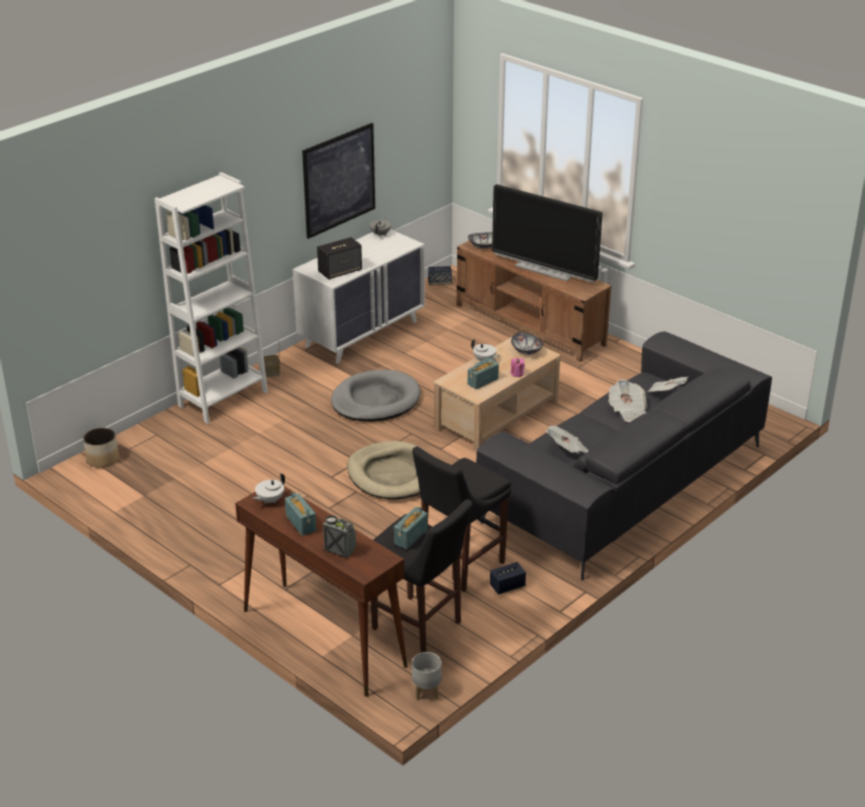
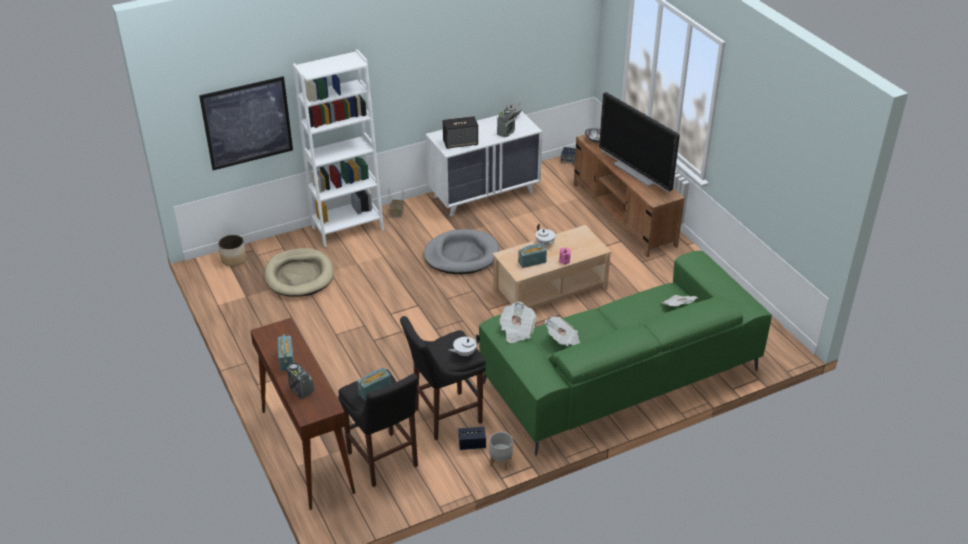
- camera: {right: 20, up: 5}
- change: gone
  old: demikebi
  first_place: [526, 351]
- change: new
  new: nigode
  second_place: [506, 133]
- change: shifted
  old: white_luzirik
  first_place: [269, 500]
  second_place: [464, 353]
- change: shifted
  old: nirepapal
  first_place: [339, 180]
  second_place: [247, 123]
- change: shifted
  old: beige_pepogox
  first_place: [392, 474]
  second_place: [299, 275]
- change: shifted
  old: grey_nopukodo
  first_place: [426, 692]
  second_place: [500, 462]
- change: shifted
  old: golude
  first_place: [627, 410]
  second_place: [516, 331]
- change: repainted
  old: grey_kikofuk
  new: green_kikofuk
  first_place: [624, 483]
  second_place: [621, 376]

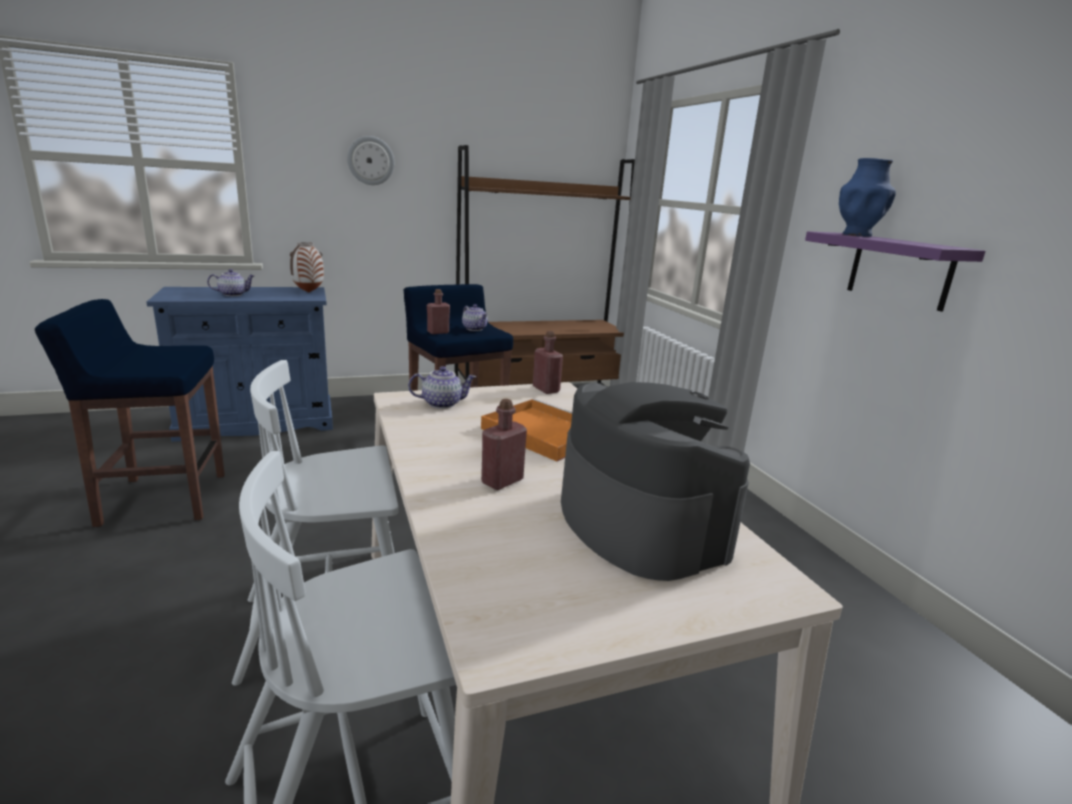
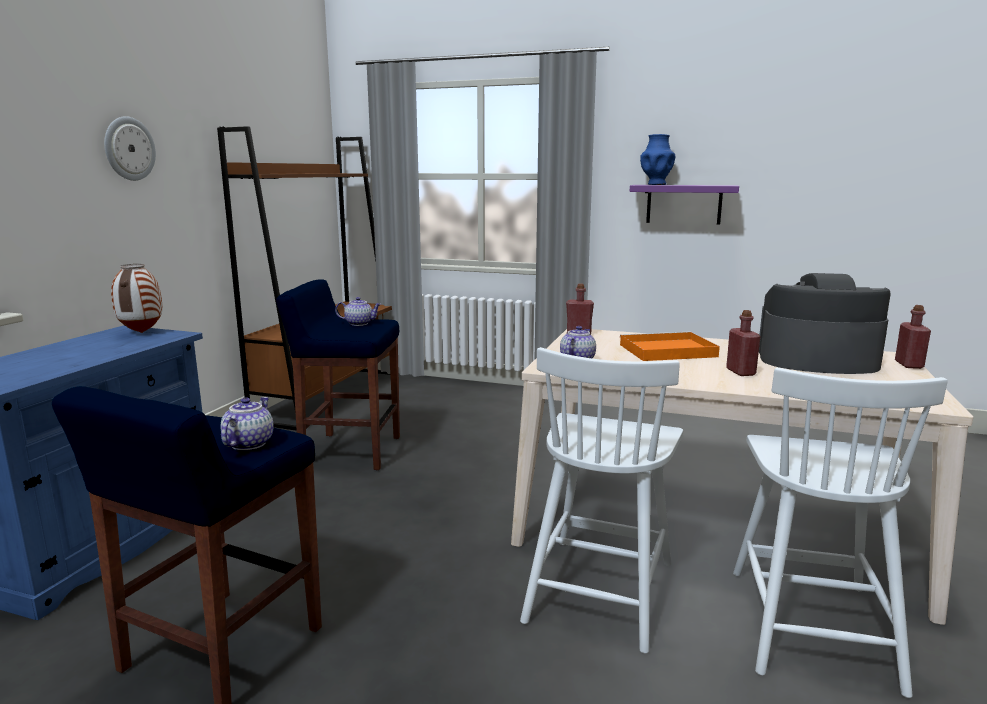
- camera: {right: -50, up: -5}
- change: shifted
  old: luzirik
  first_place: [233, 294]
  second_place: [248, 443]
- change: shifted
  old: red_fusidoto
  first_place: [438, 332]
  second_place: [909, 365]

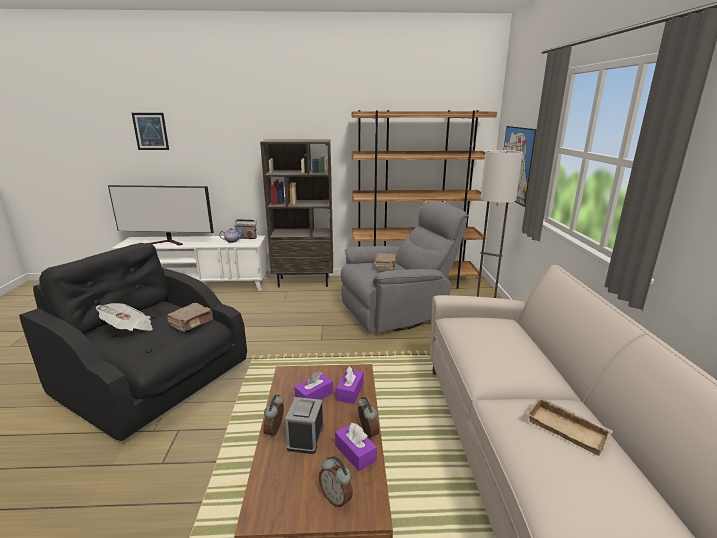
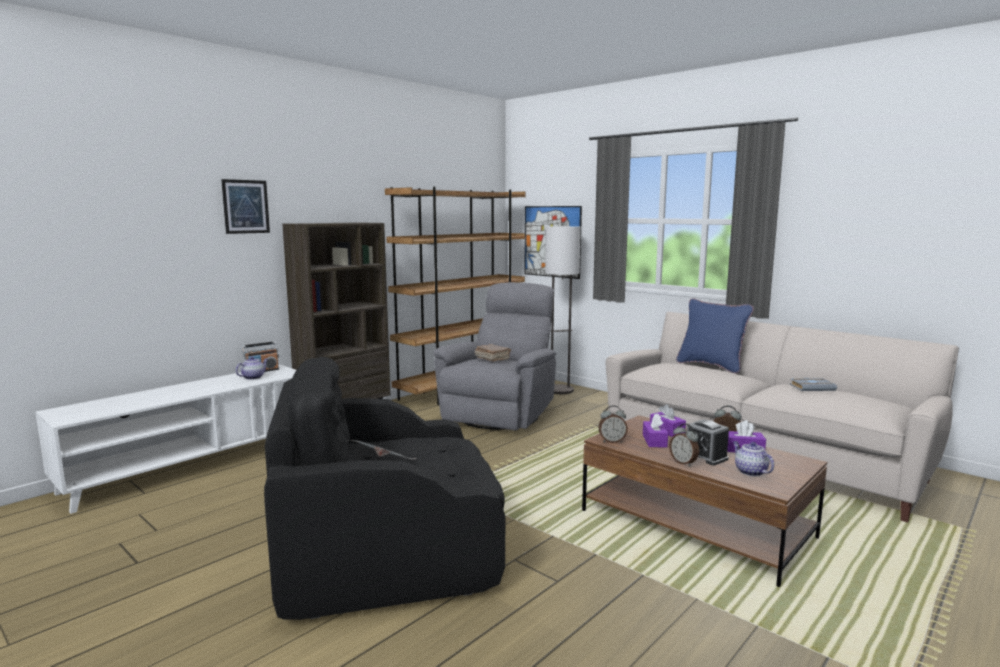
- camera: {right: -45, up: -10}
- change: gone
  old: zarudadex
  first_place: [168, 242]
- change: gone
  old: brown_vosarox
  first_place: [192, 323]
- change: new
  new: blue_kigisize
  second_place: [711, 366]
- change: new
  new: luzirik
  second_place: [750, 471]
- change: shifted
  old: nirepapal
  first_place: [150, 131]
  second_place: [246, 206]
- change: shifted
  old: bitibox
  first_place: [336, 498]
  second_place: [612, 441]
- change: swapped
  old: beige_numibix
  new: grey_vosarox
  first_place: [568, 429]
  second_place: [812, 387]

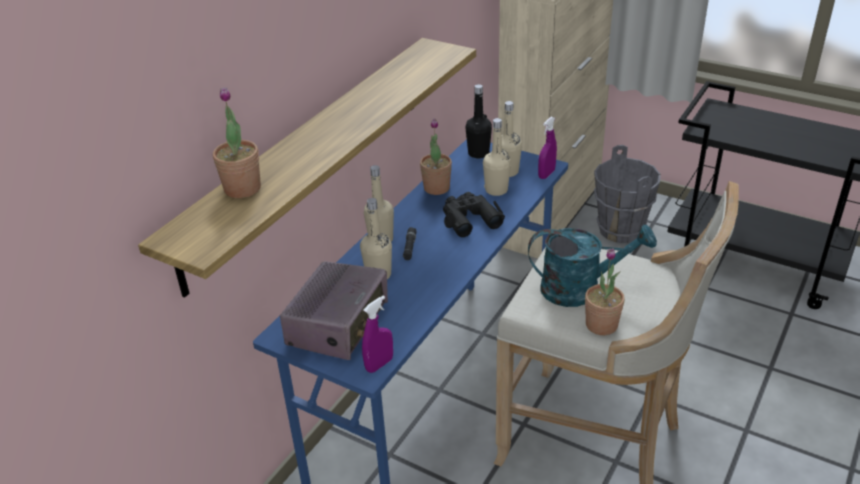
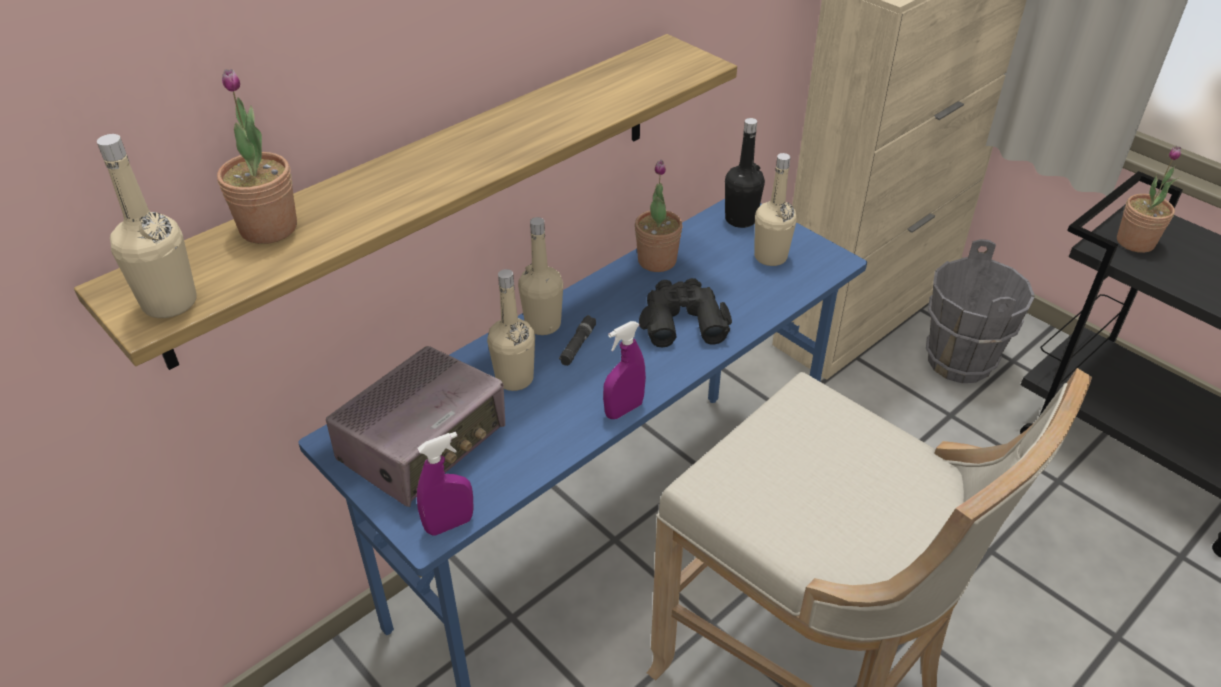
- camera: {right: 15, up: 5}
- change: gone
  old: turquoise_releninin
  first_place: [580, 288]
- change: shifted
  old: beige_fusidoto
  first_place: [496, 190]
  second_place: [170, 303]
- change: shifted
  old: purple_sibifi
  first_place: [546, 174]
  second_place: [624, 410]
- change: shifted
  old: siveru
  first_place: [601, 325]
  second_place: [1135, 242]

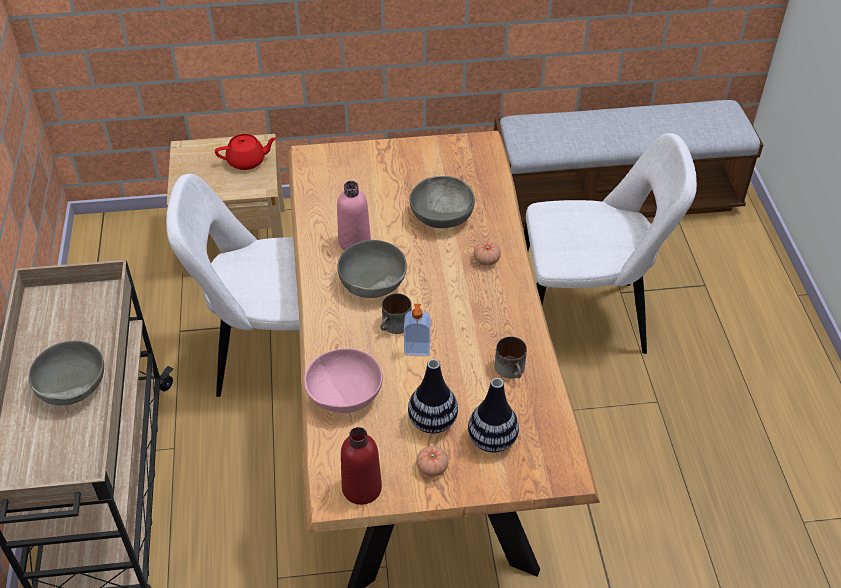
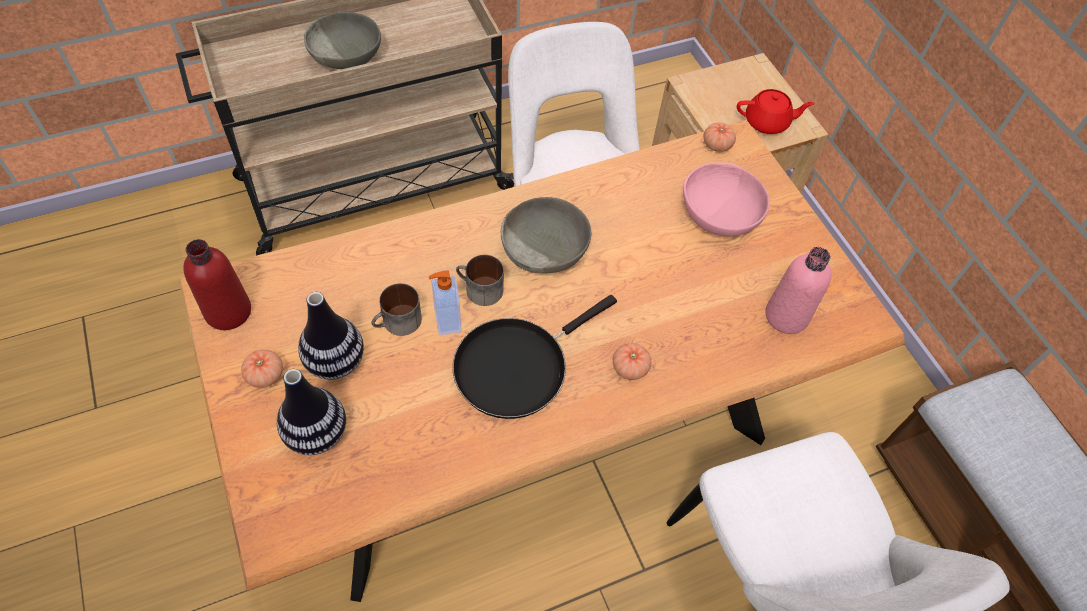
- camera: {right: 70, up: 10}
- change: gone
  old: grey_demikebi
  first_place: [441, 216]
- change: new
  new: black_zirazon
  second_place: [517, 366]
- change: new
  new: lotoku
  second_place: [717, 145]
- change: shifted
  old: pink_demikebi
  first_place: [345, 395]
  second_place: [718, 216]
- change: shifted
  old: pink_fusidoto
  first_place: [354, 242]
  second_place: [786, 316]
- change: shifted
  old: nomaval
  first_place: [512, 370]
  second_place: [398, 323]
- change: rotated
  old: red_luzirik
  first_place: [247, 161]
  second_place: [767, 122]
  degrees: -60

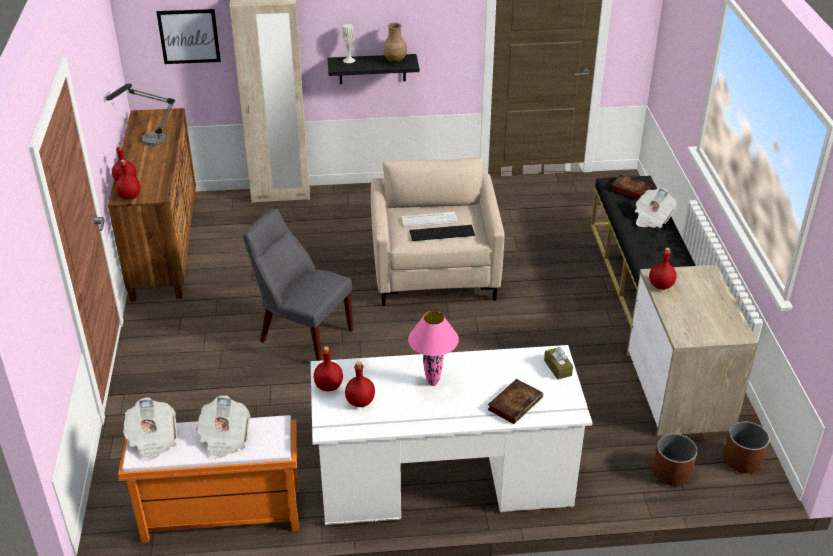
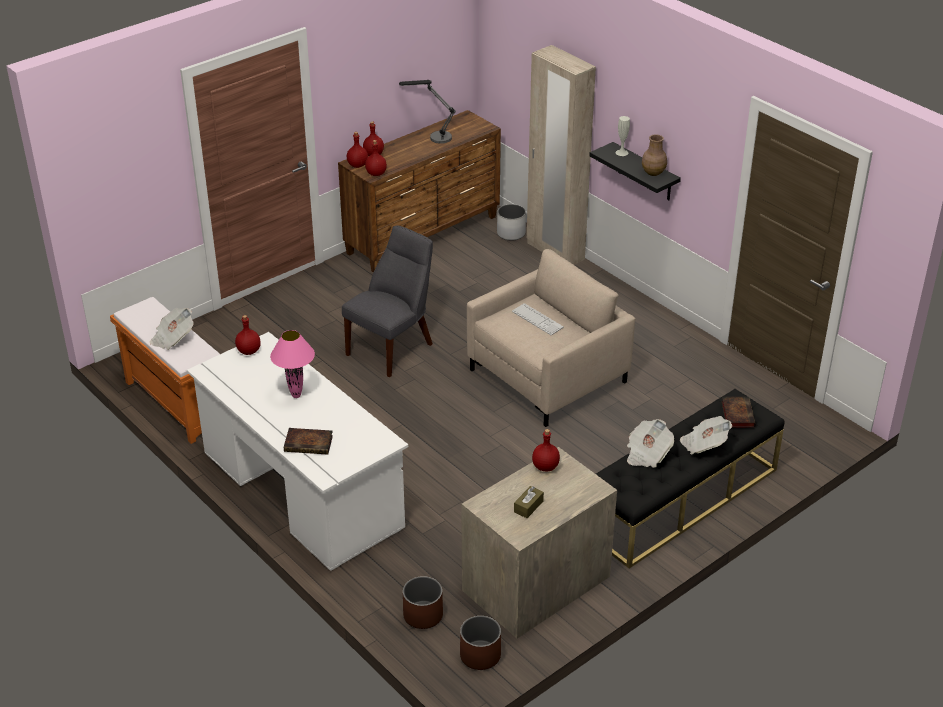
- camera: {right: 55, up: 0}
- change: gone
  old: nirepapal
  first_place: [189, 36]
- change: gone
  old: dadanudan
  first_place: [442, 233]
- change: new
  new: white_nopukodo
  second_place: [511, 233]
- change: shifted
  old: golude
  first_place: [152, 440]
  second_place: [647, 454]
- change: shifted
  old: red_fusidoto
  first_place: [360, 401]
  second_place: [376, 173]
- change: shifted
  old: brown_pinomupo
  first_place: [557, 368]
  second_place: [528, 506]
- change: rotated
  old: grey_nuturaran
  first_place: [302, 334]
  second_place: [393, 348]
  degrees: 45

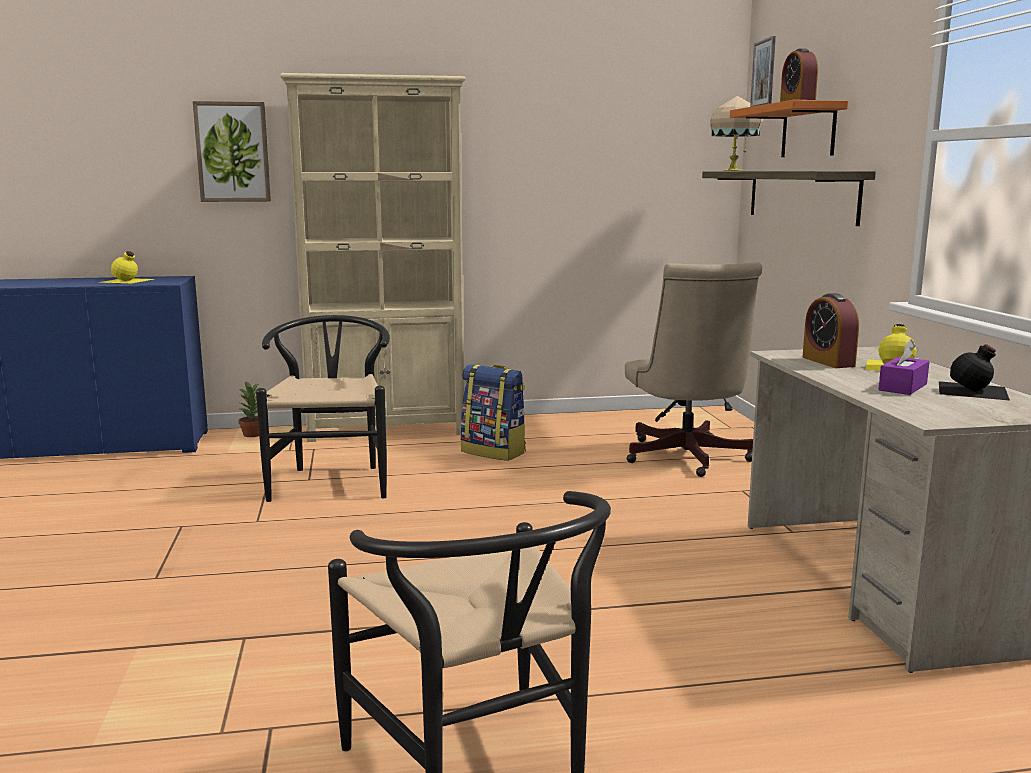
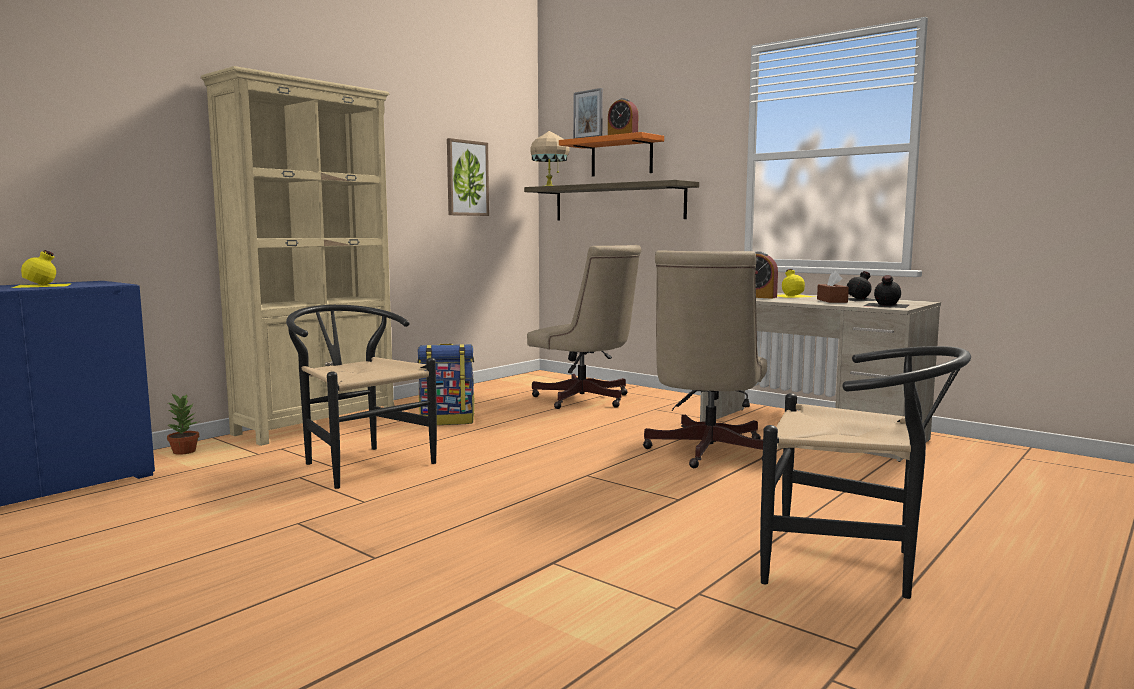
- camera: {right: -40, up: -5}
- change: new
  new: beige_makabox
  second_place: [706, 453]
- change: new
  new: black_fusidoto
  second_place: [885, 305]
- change: shifted
  old: nirepapal
  first_place: [232, 152]
  second_place: [467, 178]
- change: repainted
  old: purple_pinomupo
  new: brown_pinomupo
  first_place: [902, 387]
  second_place: [832, 301]

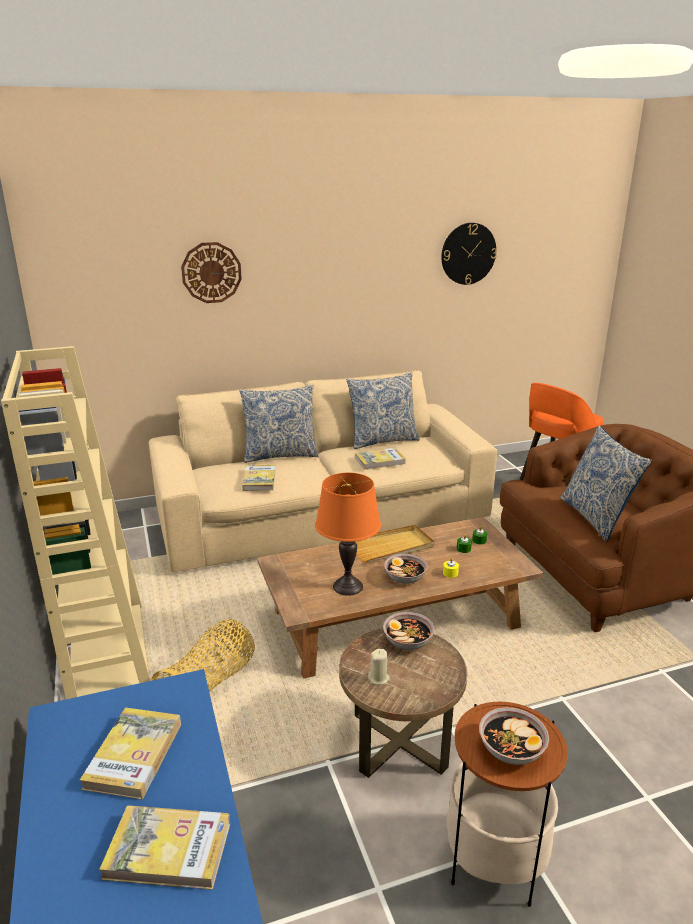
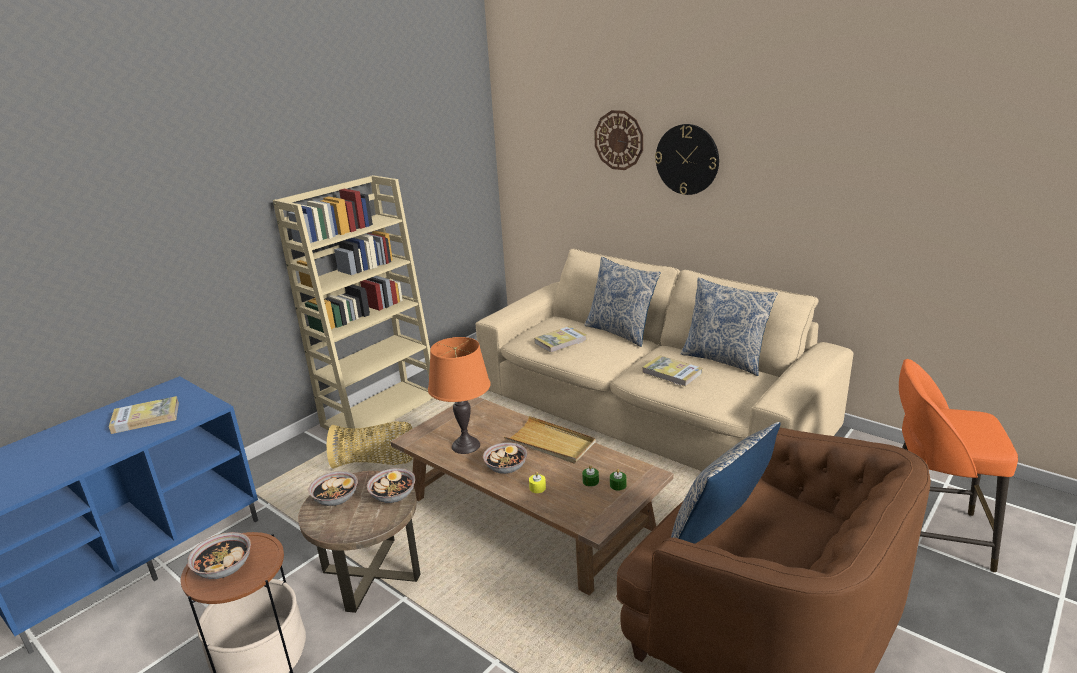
- camera: {right: 60, up: 0}
- change: gone
  old: vosarox
  first_place: [168, 850]
- change: shifted
  old: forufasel
  first_place: [468, 253]
  second_place: [687, 159]
- change: swapped
  old: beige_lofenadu
  new: demikebi
  first_place: [378, 678]
  second_place: [335, 498]

